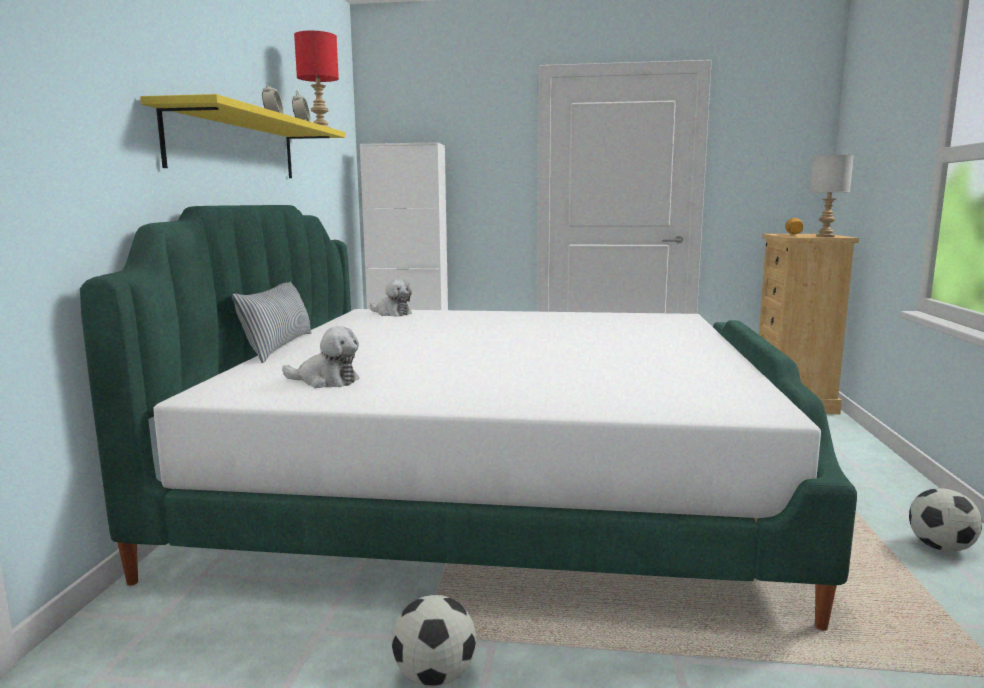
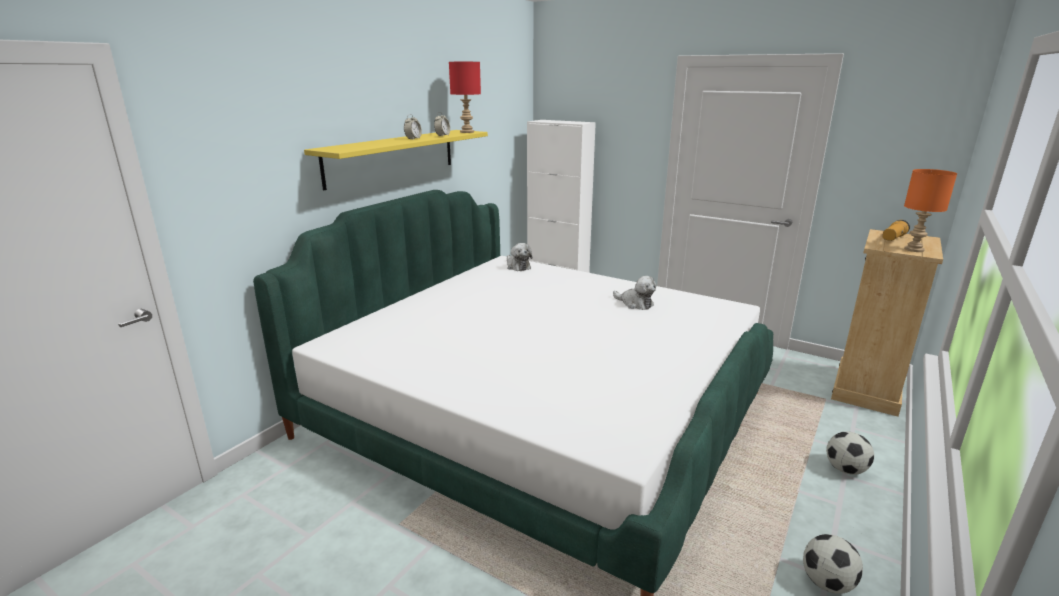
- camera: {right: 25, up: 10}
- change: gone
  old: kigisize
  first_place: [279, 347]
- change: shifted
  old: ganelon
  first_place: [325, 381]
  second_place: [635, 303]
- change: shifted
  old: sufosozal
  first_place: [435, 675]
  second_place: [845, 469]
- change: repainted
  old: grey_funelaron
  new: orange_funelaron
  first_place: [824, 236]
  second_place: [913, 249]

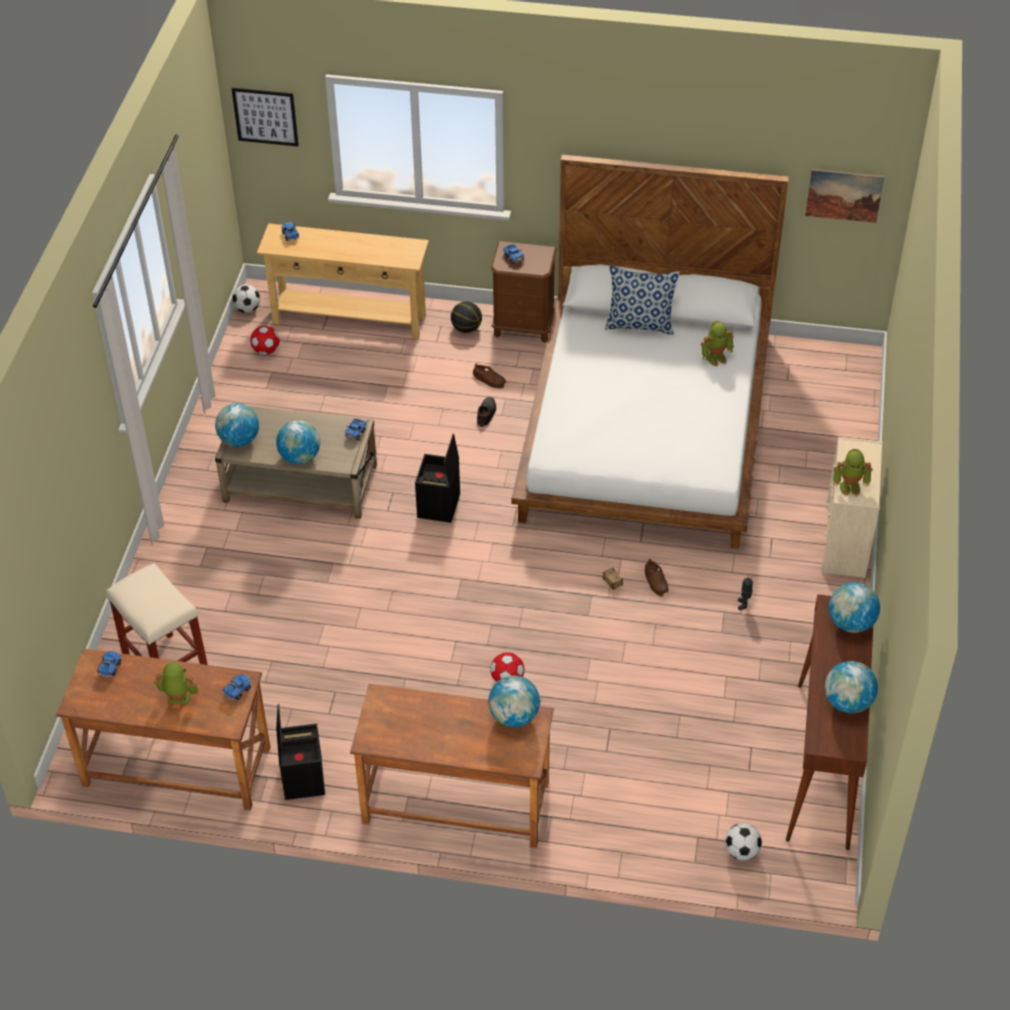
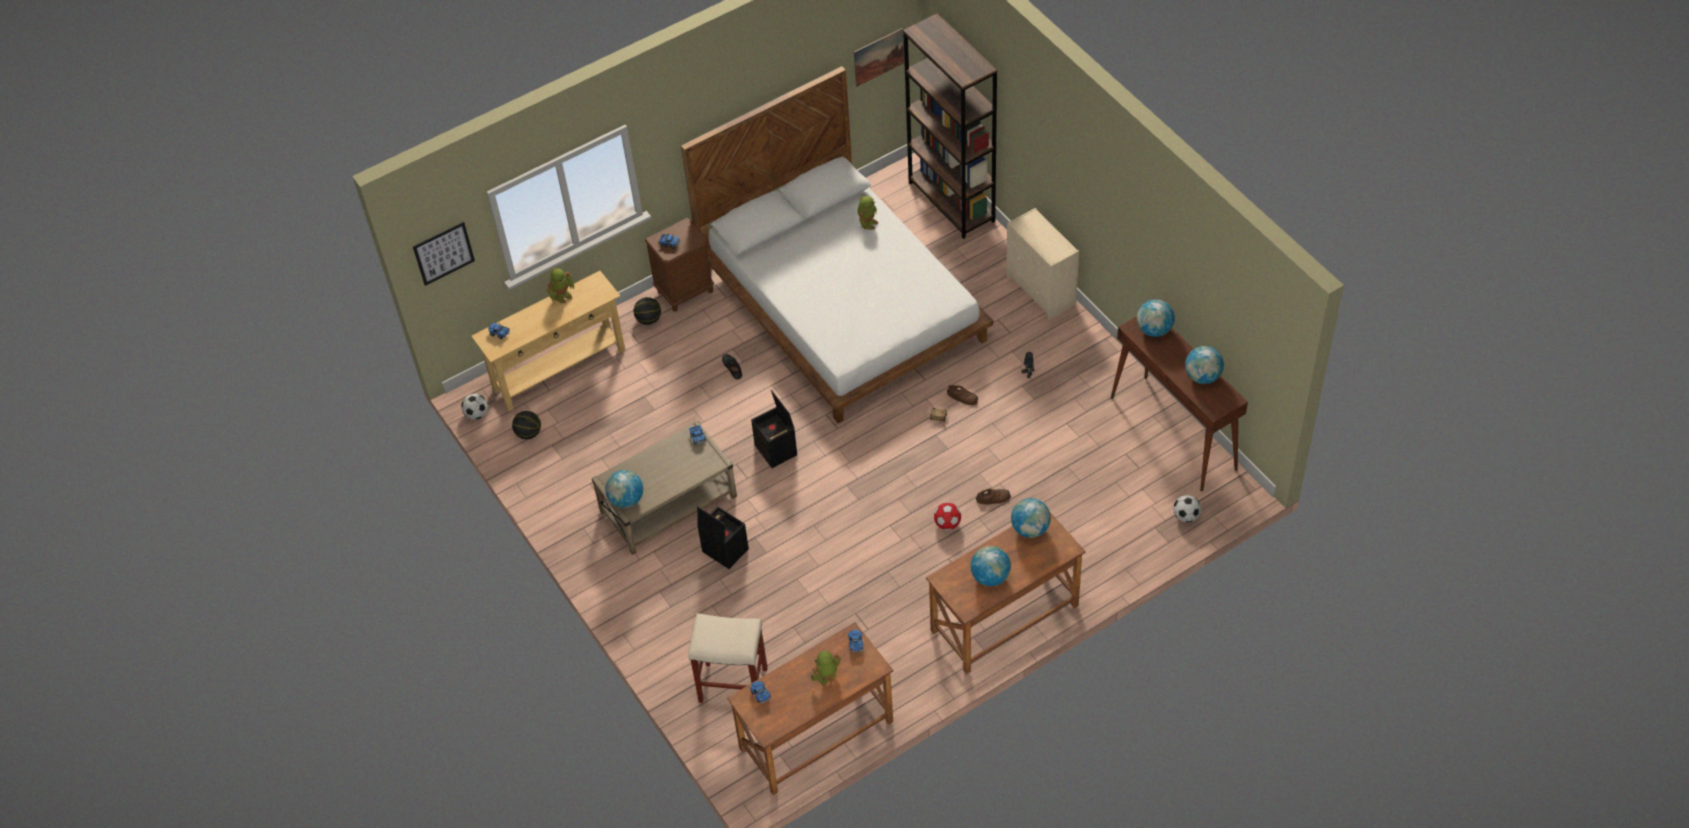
- camera: {right: -40, up: 5}
- change: gone
  old: kigisize
  first_place: [640, 324]
- change: new
  new: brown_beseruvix
  second_place: [951, 202]
- change: shifted
  old: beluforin
  first_place: [300, 457]
  second_place: [990, 577]
- change: shifted
  old: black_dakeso
  first_place: [302, 777]
  second_place: [724, 550]
- change: shifted
  old: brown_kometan
  first_place: [489, 379]
  second_place: [993, 498]
- change: shifted
  old: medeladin
  first_place: [850, 486]
  second_place: [562, 295]
- change: swapped
  old: sufosozal
  new: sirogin
  first_place: [266, 351]
  second_place: [528, 433]

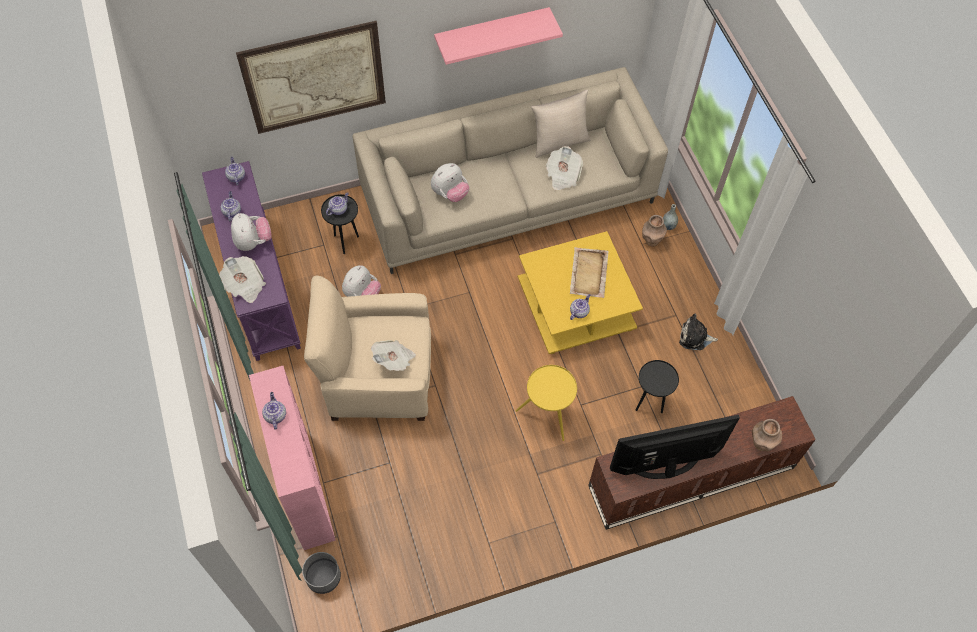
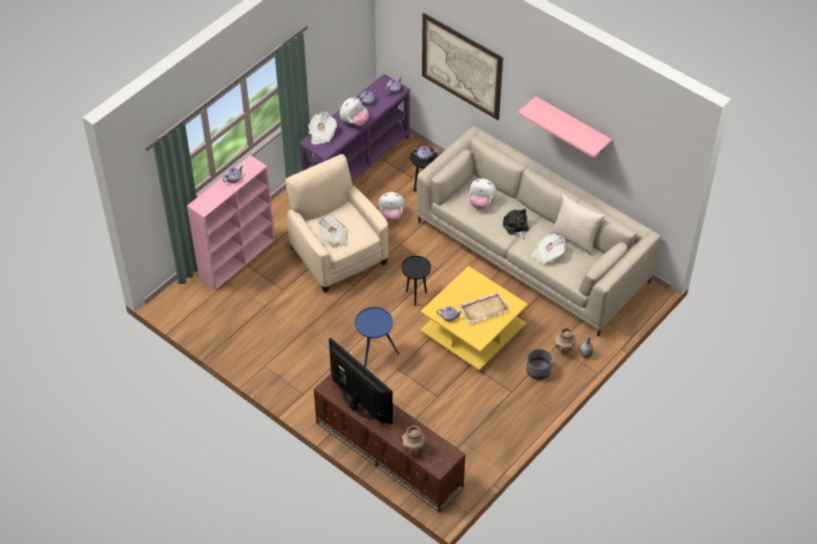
- camera: {right: 60, up: -10}
- change: shifted
  old: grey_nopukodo
  first_place: [323, 577]
  second_place: [538, 370]
- change: shifted
  old: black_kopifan
  first_place: [649, 404]
  second_place: [416, 296]
- change: shifted
  old: ganelon
  first_place: [695, 337]
  second_place: [516, 227]
- change: repainted
  old: yellow_kopifan
  new: blue_kopifan
  first_place: [547, 417]
  second_place: [374, 355]

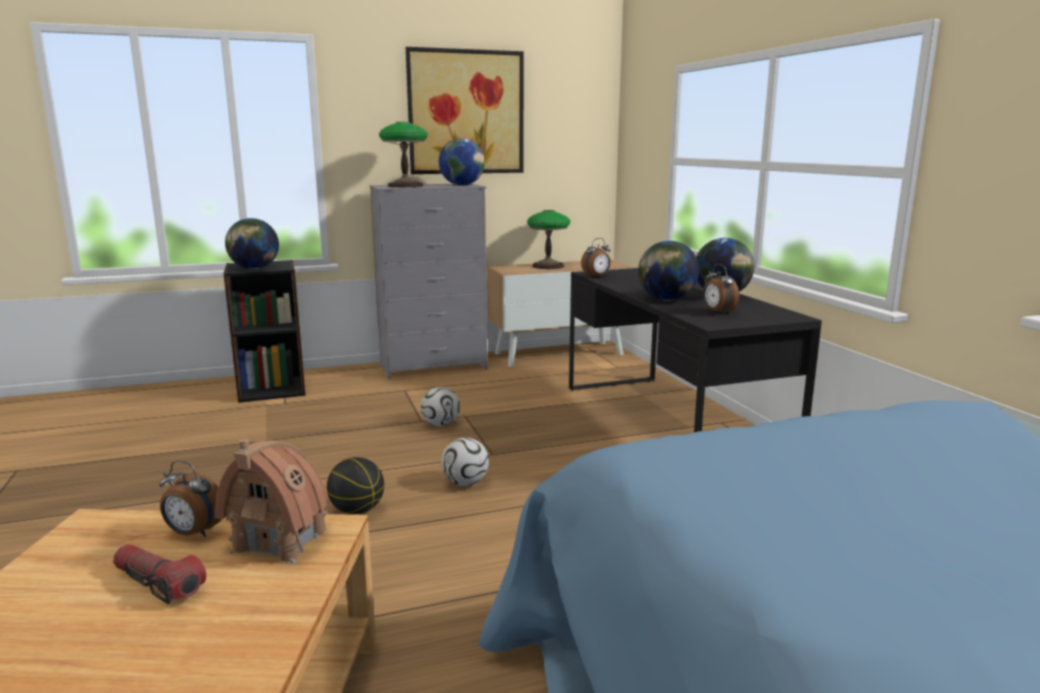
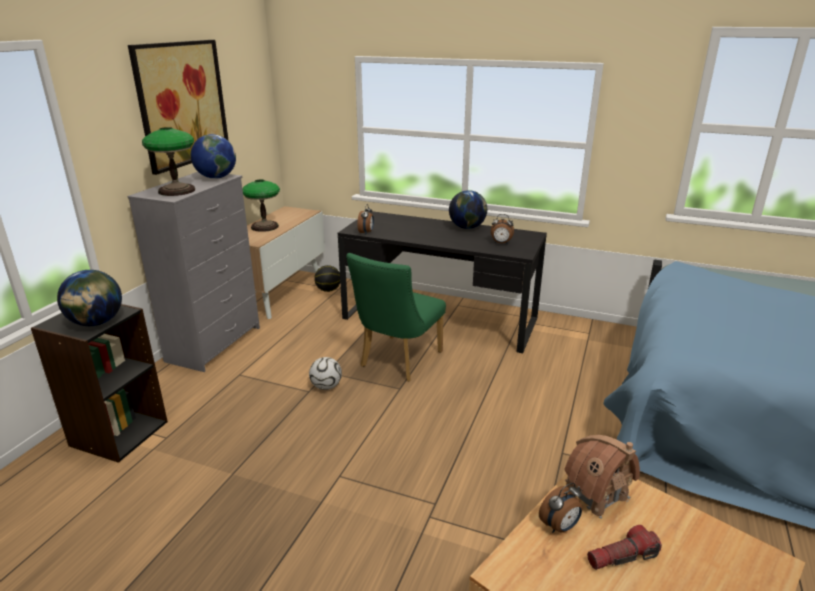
- camera: {right: -50, up: 10}
- change: gone
  old: sufosozal
  first_place: [465, 483]
- change: gone
  old: beluforin
  first_place: [666, 300]
- change: new
  new: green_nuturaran
  second_place: [397, 361]
- change: shifted
  old: sirogin
  first_place: [357, 510]
  second_place: [328, 290]

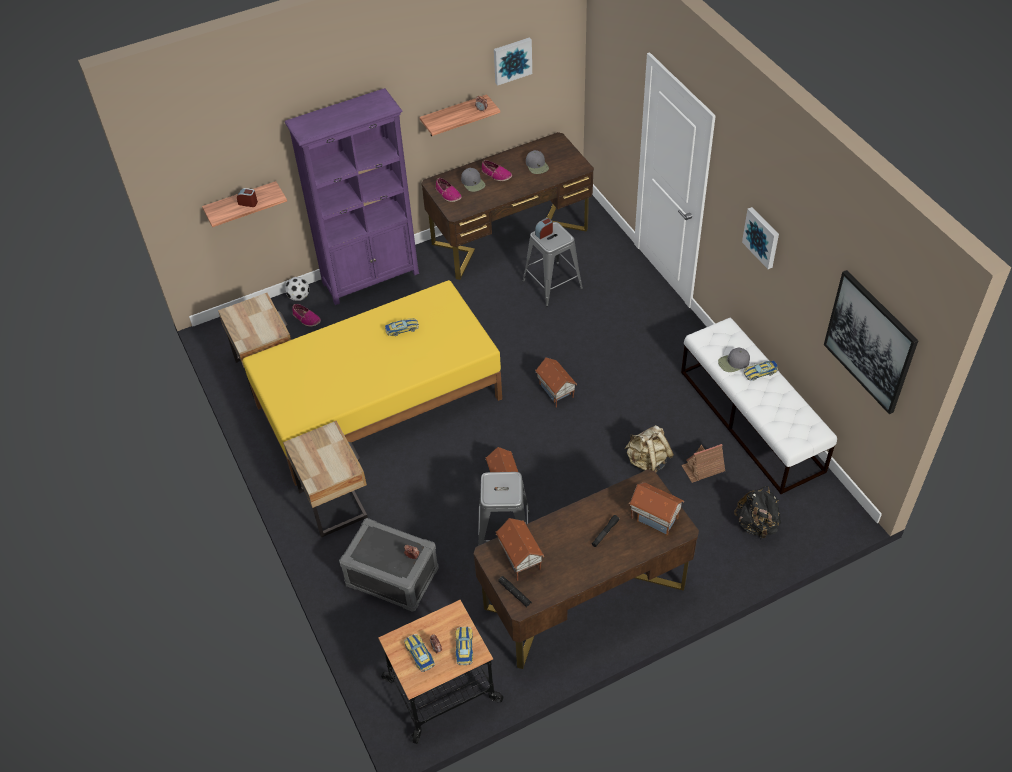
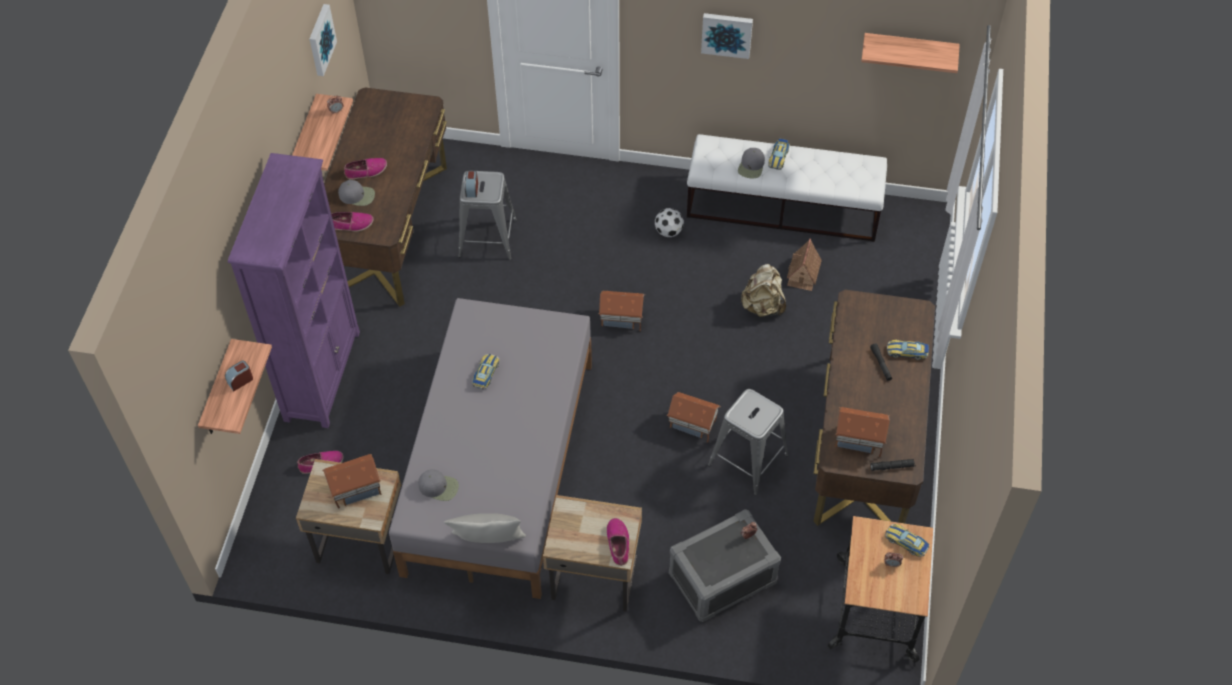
- camera: {right: -55, up: 5}
- change: gone
  old: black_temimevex
  first_place: [756, 525]
- change: new
  new: grey_kigisize
  second_place: [488, 544]
- change: new
  new: kometan
  second_place: [618, 544]
- change: shifted
  old: sufosozal
  first_place: [299, 297]
  second_place: [669, 231]
- change: shifted
  old: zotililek
  first_place: [419, 654]
  second_place: [907, 352]
- change: shifted
  old: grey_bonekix
  first_place: [537, 165]
  second_place: [439, 487]
- change: shifted
  old: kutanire
  first_place: [655, 516]
  second_place: [355, 489]
- change: swapped
  old: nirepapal
  new: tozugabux
  first_place: [870, 341]
  second_place: [909, 50]
- change: repainted
  old: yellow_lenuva
  new: grey_lenuva
  first_place: [377, 401]
  second_place: [498, 466]

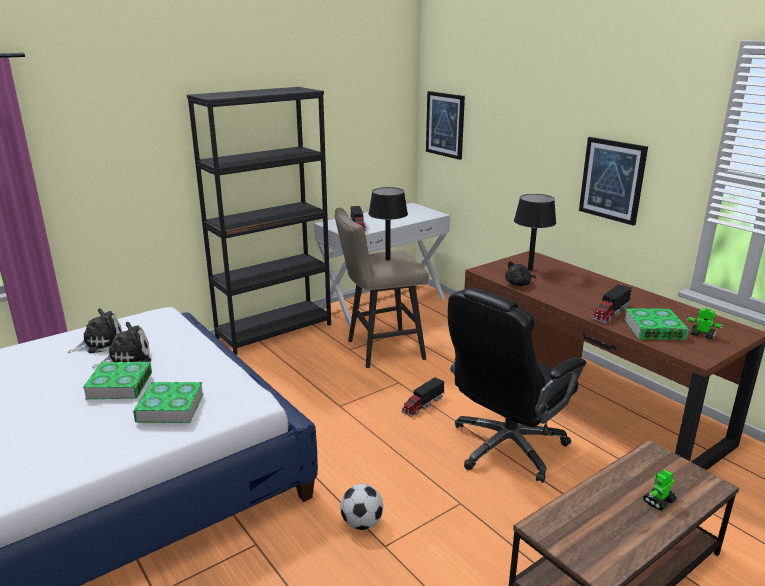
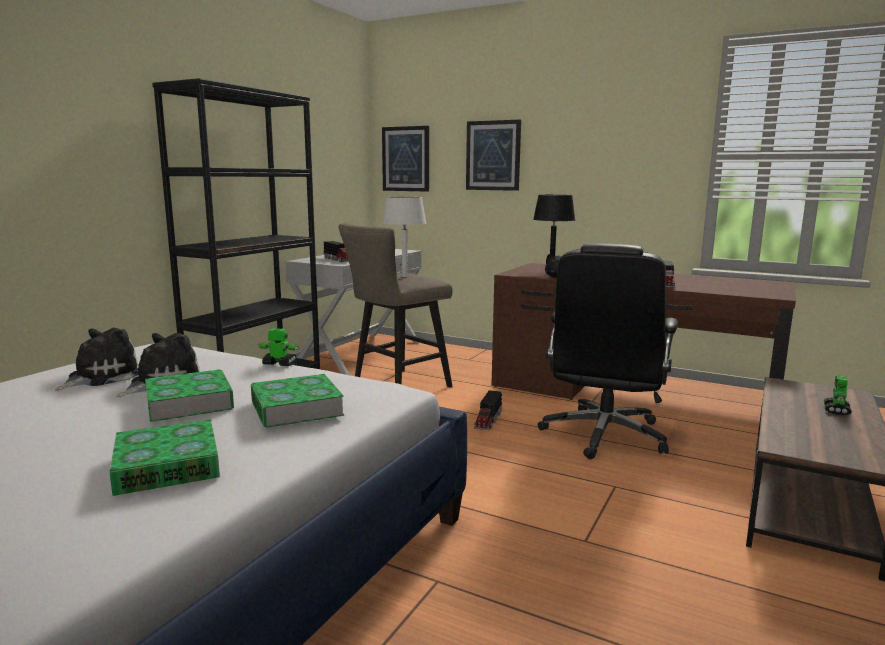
- camera: {right: -25, up: -10}
- change: gone
  old: sufosozal
  first_place: [361, 523]
- change: shifted
  old: nirepapal
  first_place: [612, 180]
  second_place: [493, 155]
- change: shifted
  old: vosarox
  first_place: [654, 329]
  second_place: [167, 466]
- change: shifted
  old: medeladin
  first_place: [701, 335]
  second_place: [279, 363]
- change: repainted
  old: black_funelaron
  new: white_funelaron
  first_place: [387, 259]
  second_place: [404, 276]

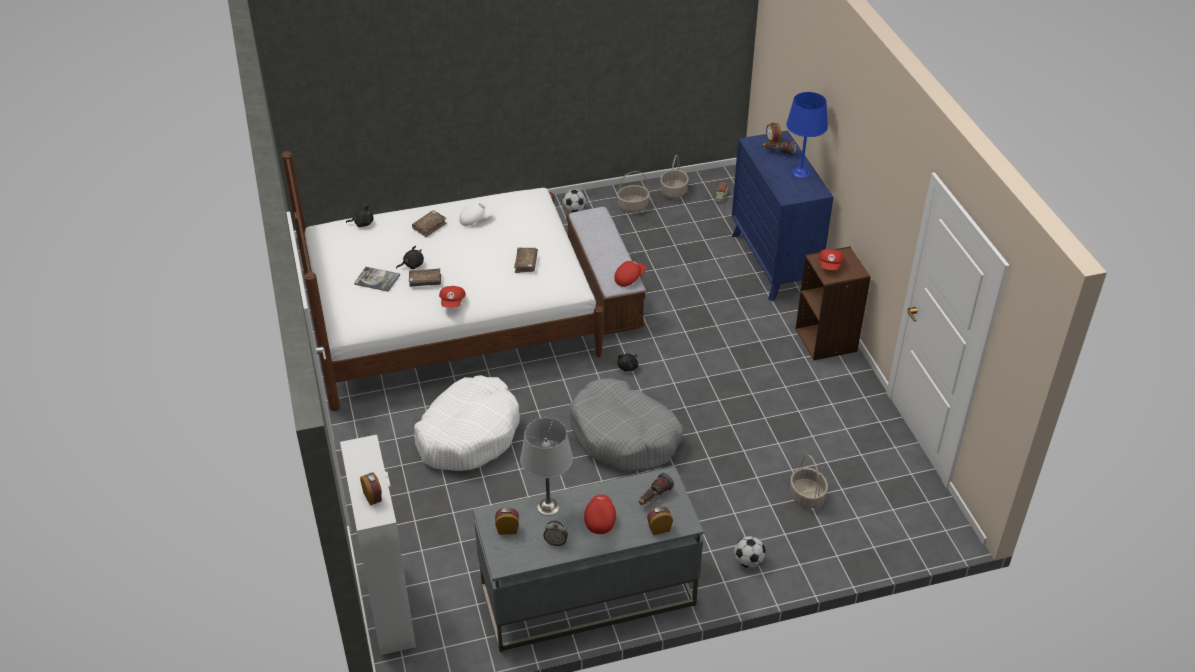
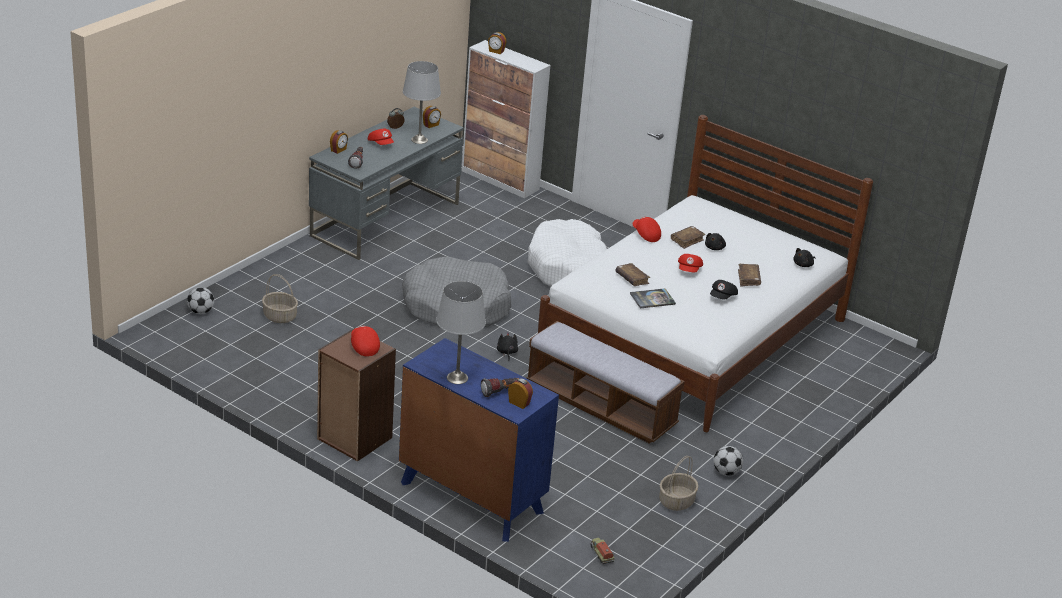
- camera: {right: 140, up: -10}
- change: gone
  old: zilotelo
  first_place: [674, 192]
- change: shifted
  old: vosarox
  first_place: [377, 280]
  second_place: [652, 299]
- change: shifted
  old: red_bonekix
  first_place: [629, 278]
  second_place: [689, 270]
- change: shifted
  old: sufosozal
  first_place: [748, 562]
  second_place: [200, 311]
- change: repainted
  old: white_bonekix
  new: black_bonekix
  first_place: [475, 219]
  second_place: [723, 297]
- change: repainted
  old: blue_funelaron
  new: grey_funelaron
  first_place: [801, 173]
  second_place: [457, 378]

